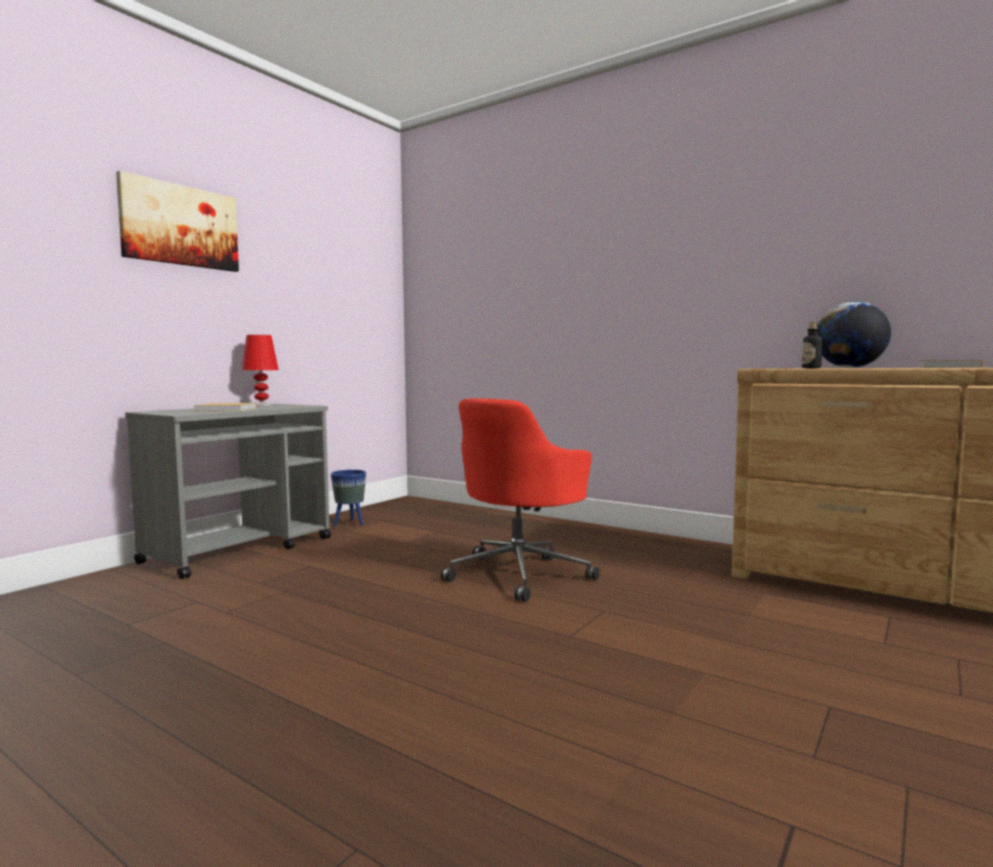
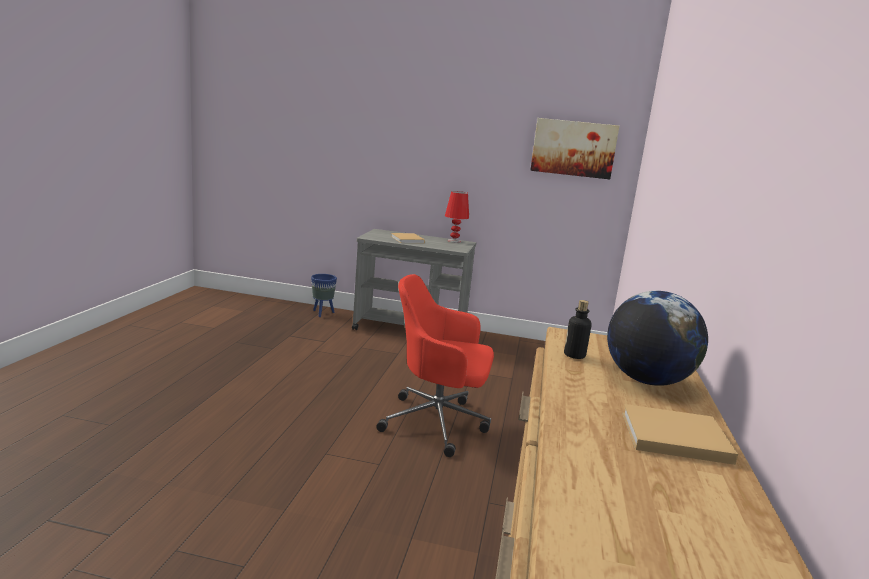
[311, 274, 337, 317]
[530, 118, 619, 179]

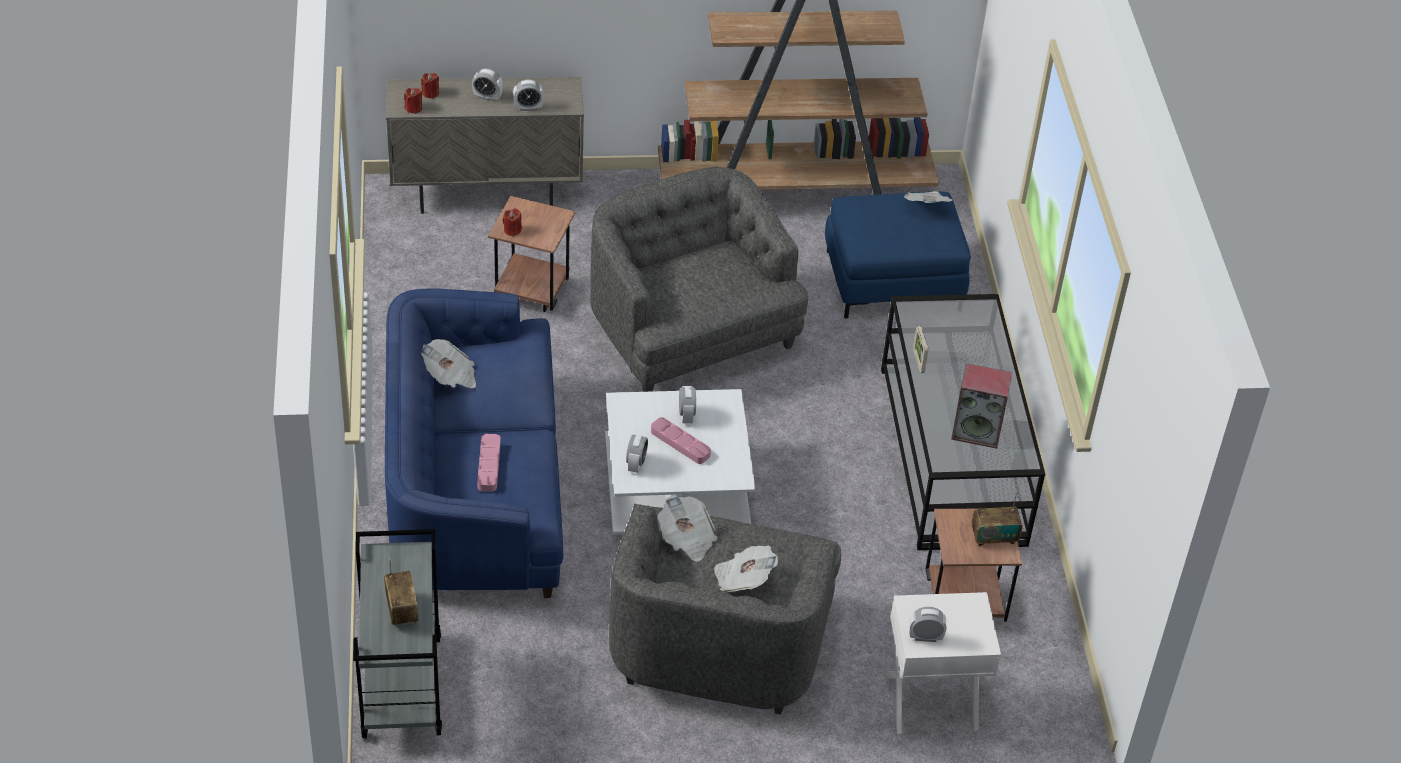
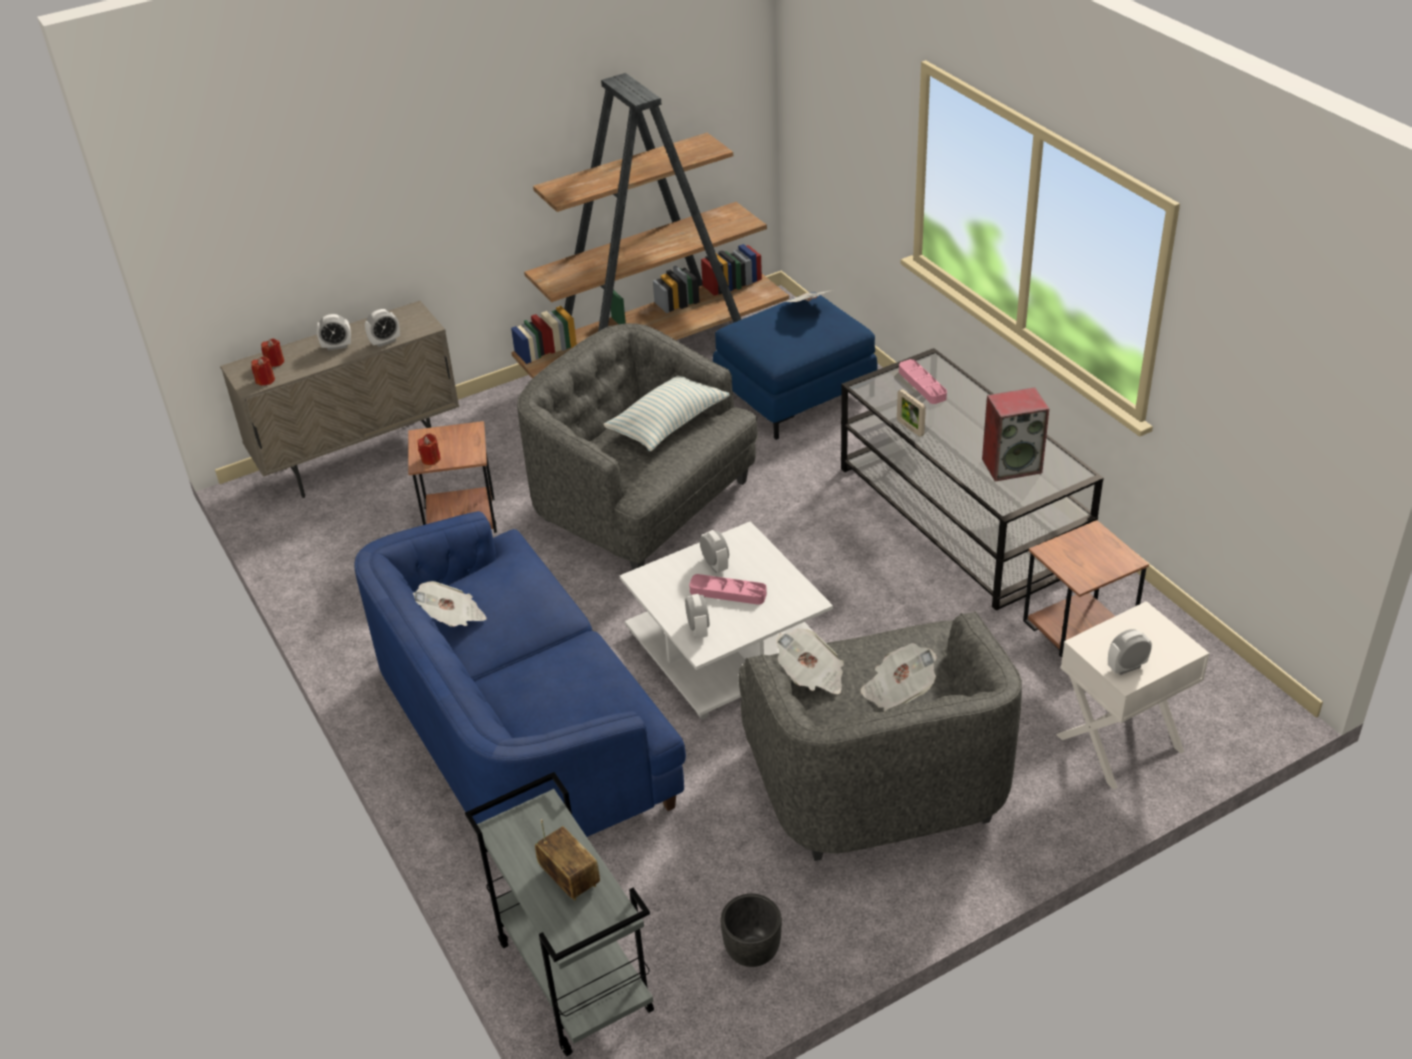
[603, 375, 730, 451]
[721, 894, 782, 967]
[899, 359, 947, 404]
[971, 492, 1022, 546] (first image)

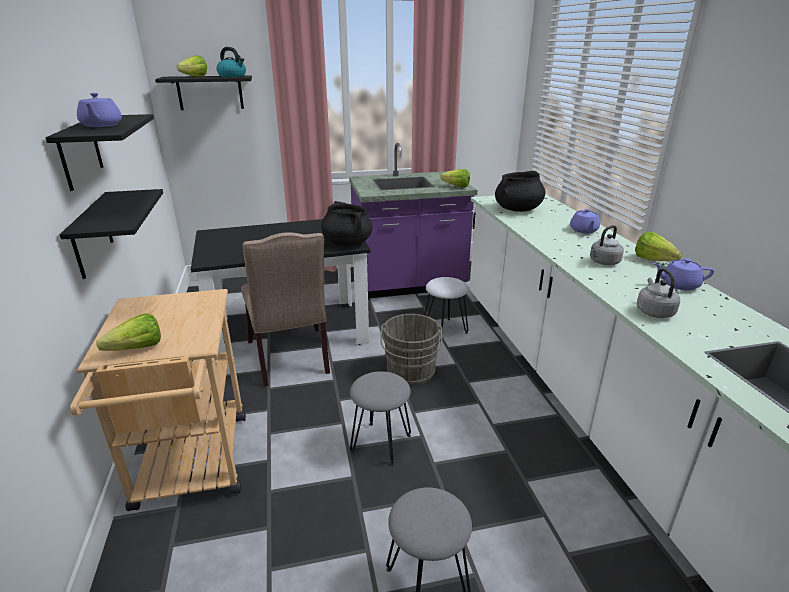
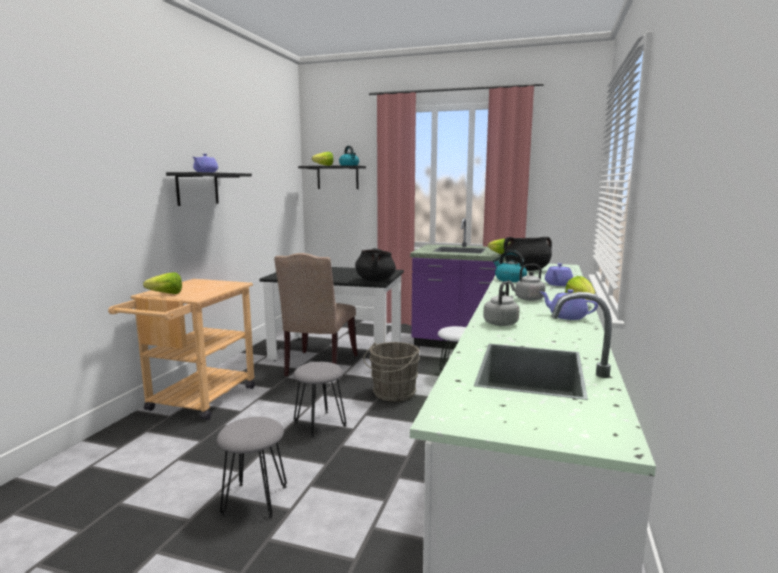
[493, 250, 527, 282]
[60, 189, 163, 279] (first image)

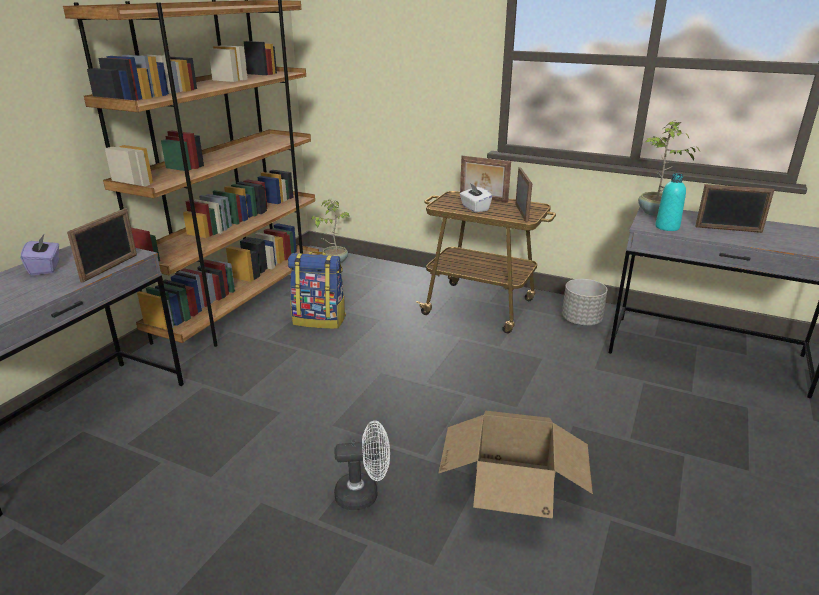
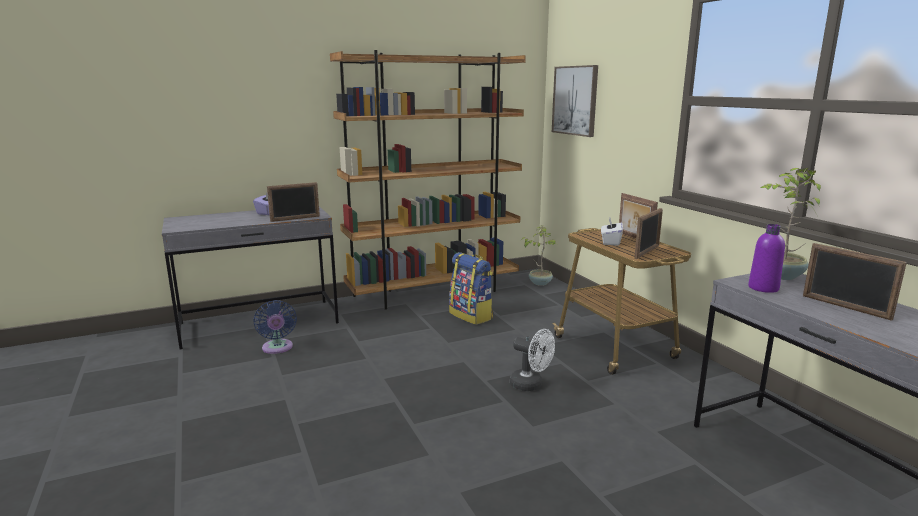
[253, 300, 297, 354]
[510, 329, 555, 391]
[552, 65, 598, 137]
[748, 224, 785, 293]
[438, 411, 593, 519] (first image)
[562, 279, 607, 325] (first image)

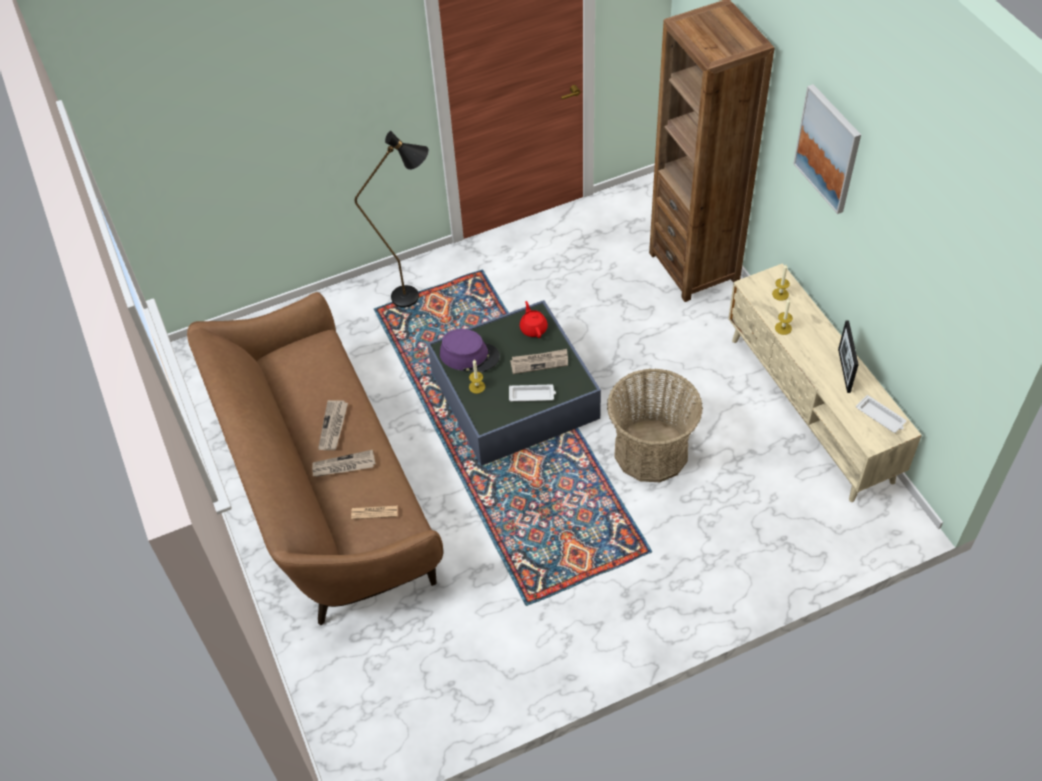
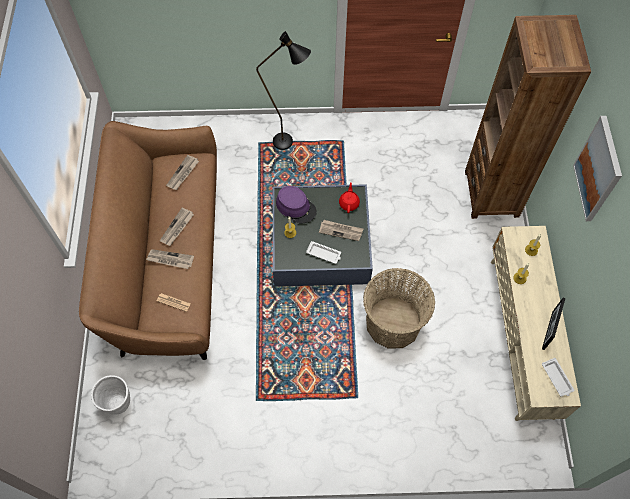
[91, 375, 130, 415]
[166, 155, 199, 190]

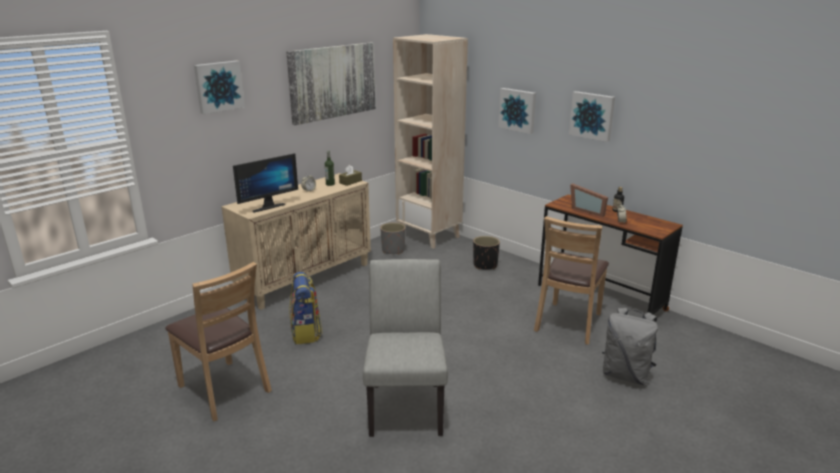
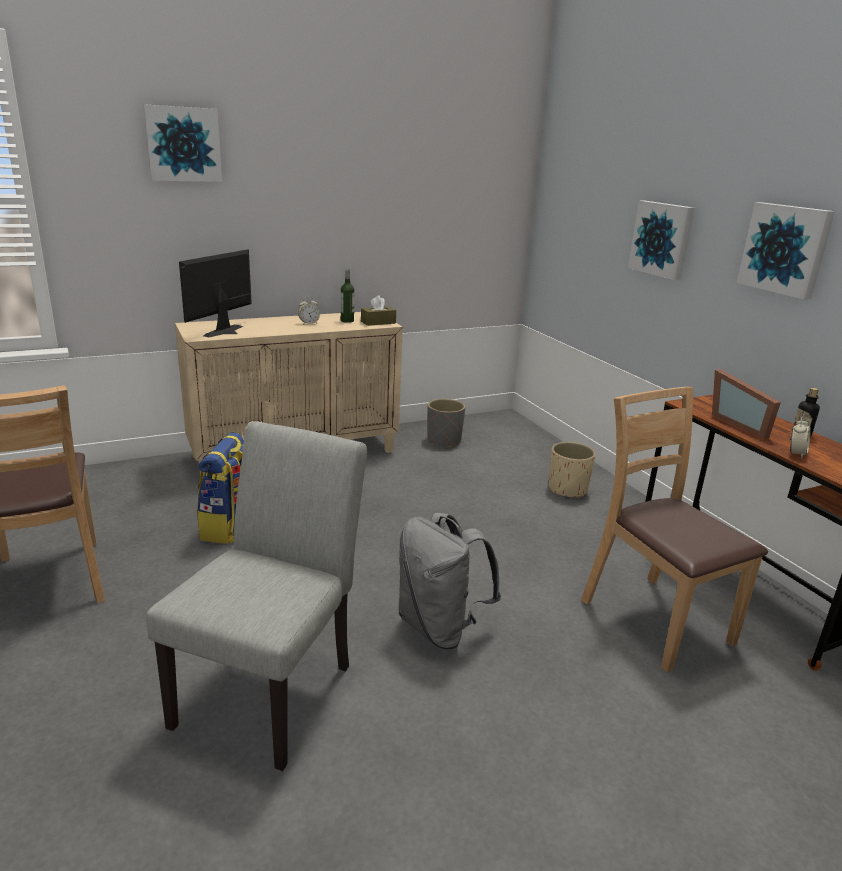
[179, 249, 252, 337]
[399, 513, 501, 649]
[549, 442, 596, 499]
[581, 387, 768, 672]
[286, 42, 376, 125] (first image)
[393, 34, 468, 249] (first image)

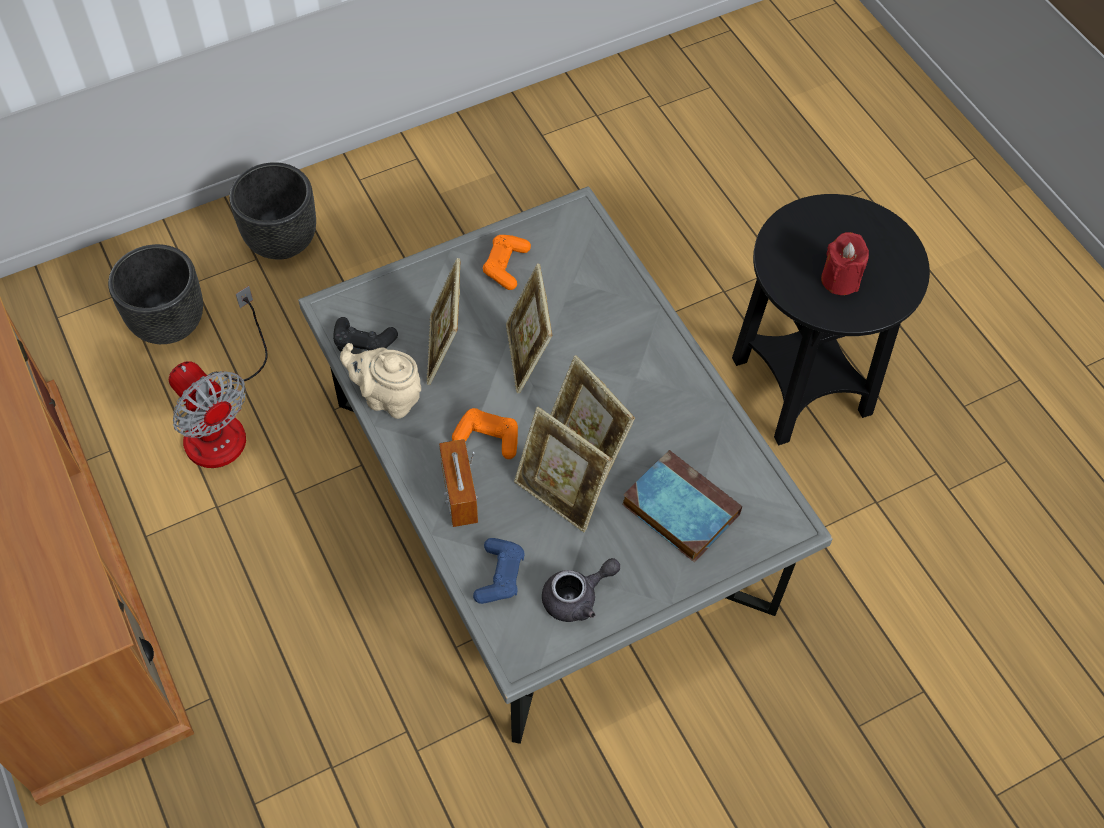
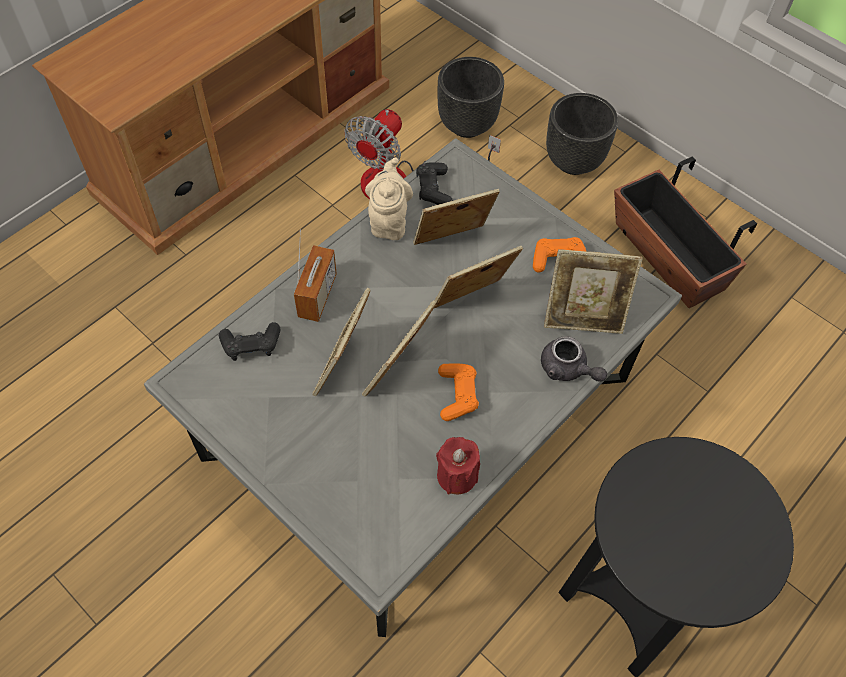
[219, 322, 281, 361]
[294, 230, 337, 322]
[436, 437, 480, 495]
[438, 363, 479, 421]
[541, 336, 607, 382]
[544, 249, 643, 334]
[614, 156, 757, 308]
[622, 450, 742, 562] (first image)

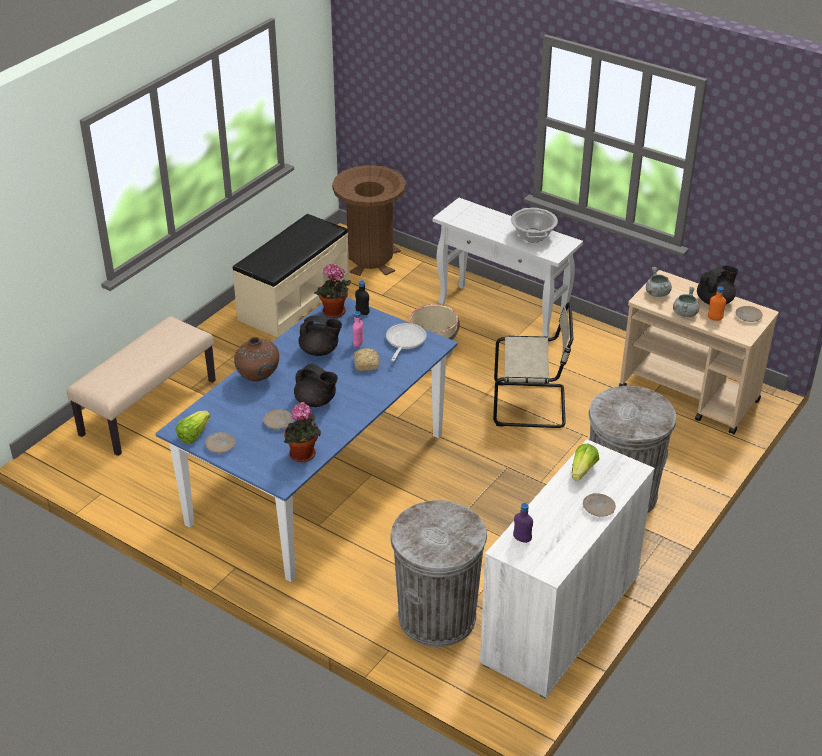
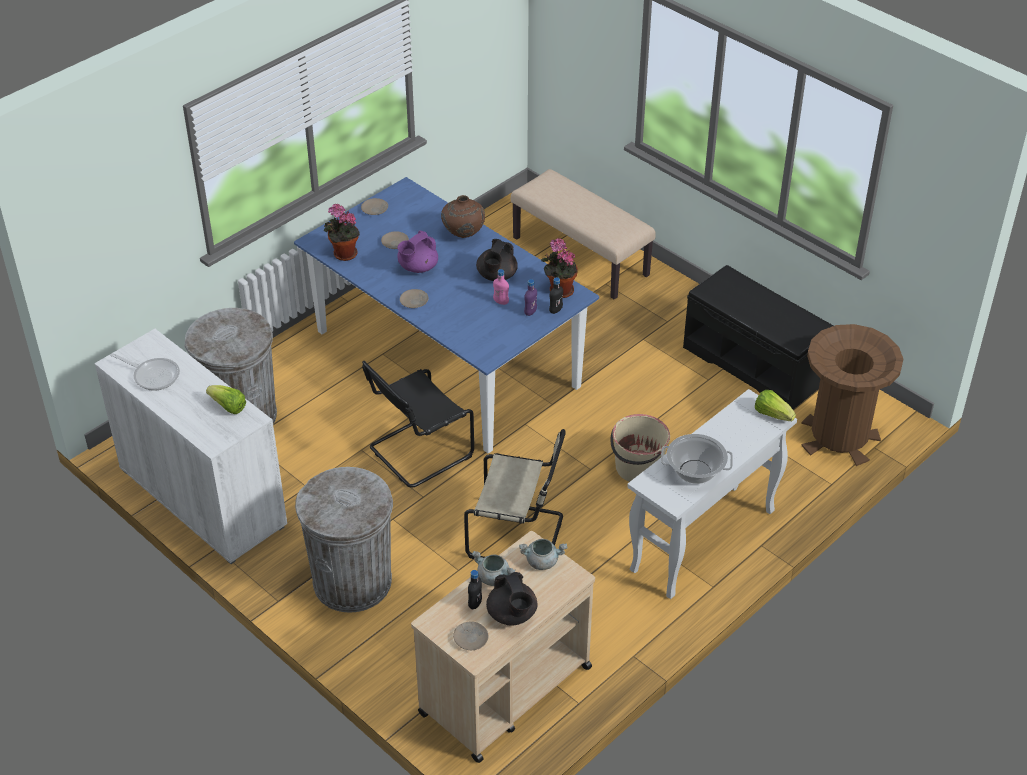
[110, 353, 180, 391]
[362, 361, 474, 488]
[397, 231, 438, 273]
[400, 289, 429, 308]
[464, 429, 566, 559]
[468, 570, 482, 609]
[524, 279, 537, 316]
[683, 265, 834, 410]
[755, 390, 796, 421]
[354, 348, 379, 371] (first image)

